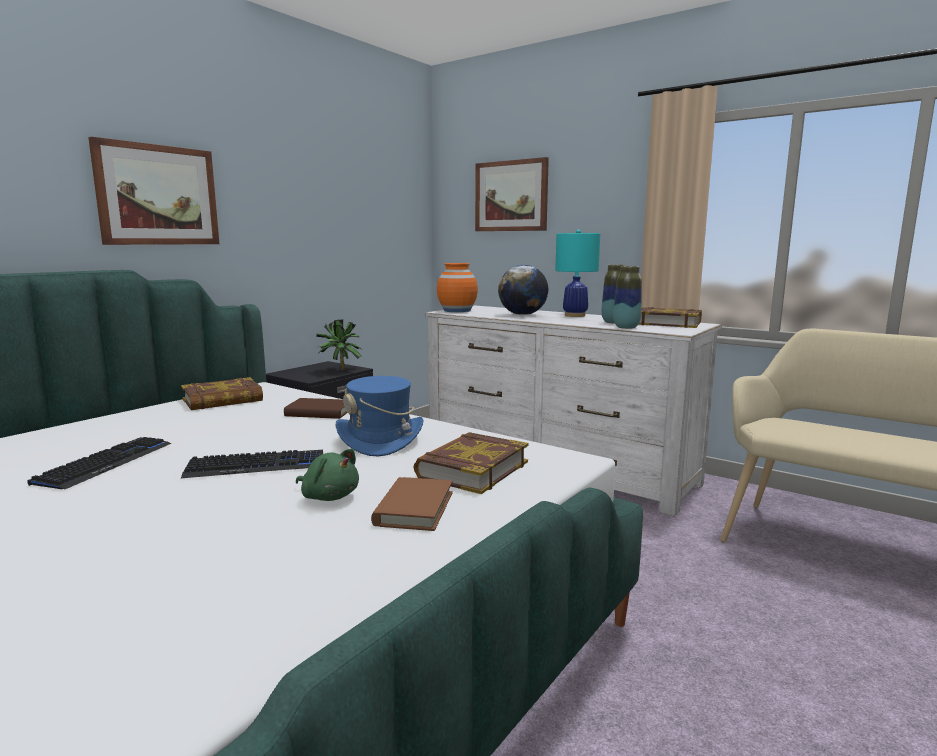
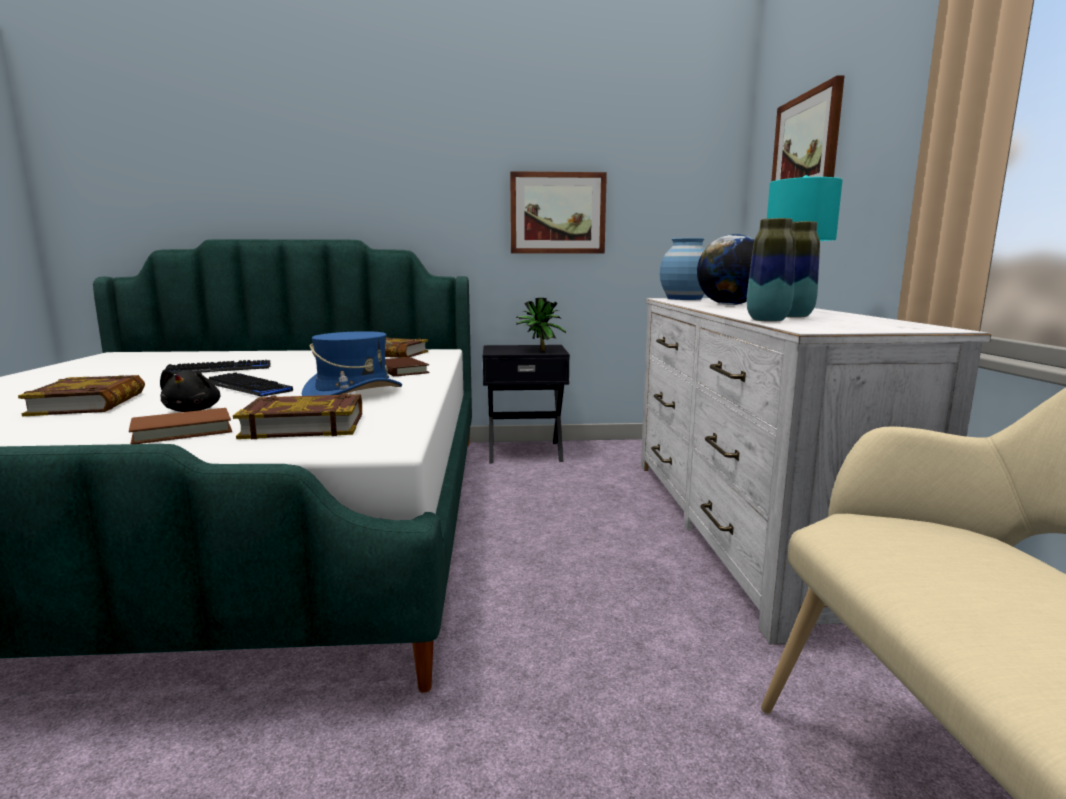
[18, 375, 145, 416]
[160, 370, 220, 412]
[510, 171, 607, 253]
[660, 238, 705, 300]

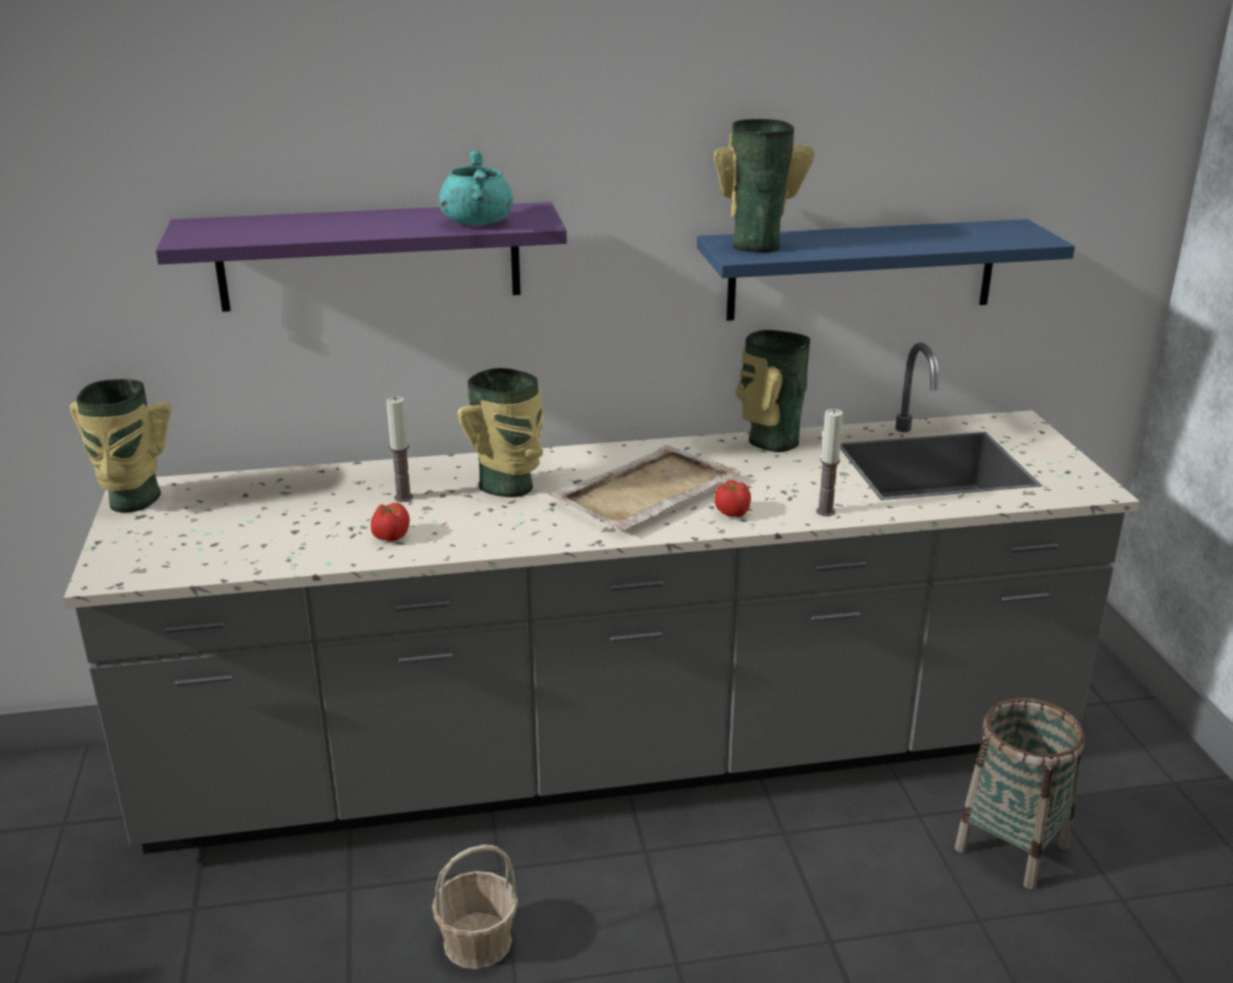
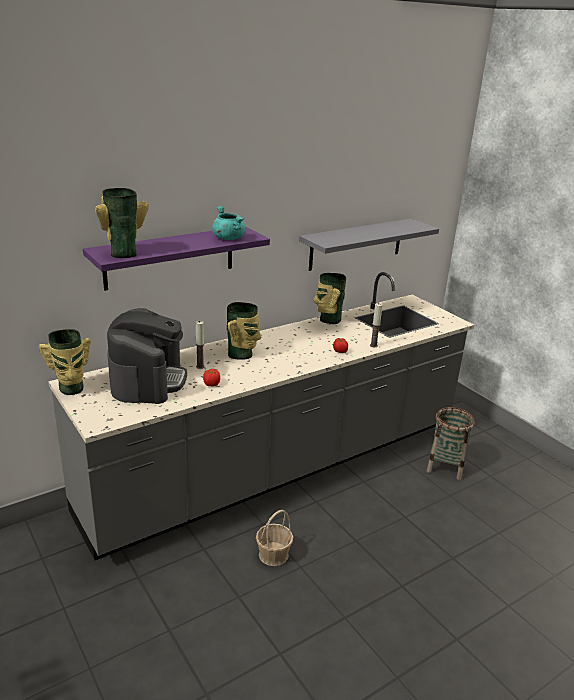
[95, 188, 149, 258]
[107, 308, 187, 404]
[299, 219, 439, 271]
[548, 445, 742, 530] (first image)

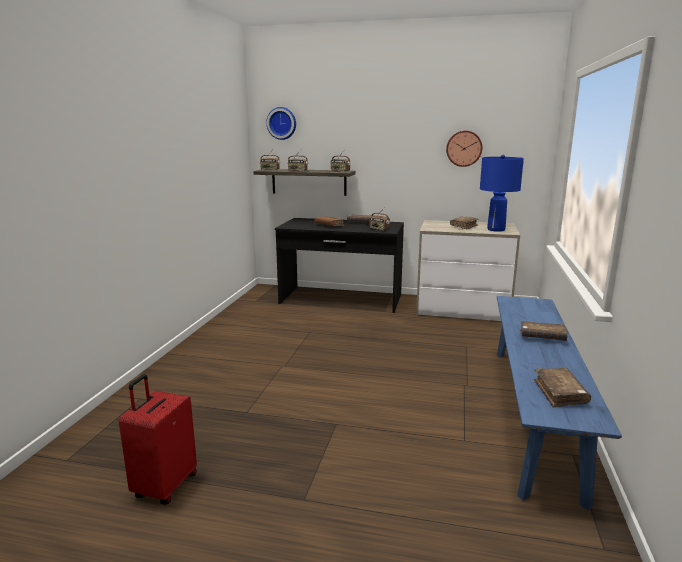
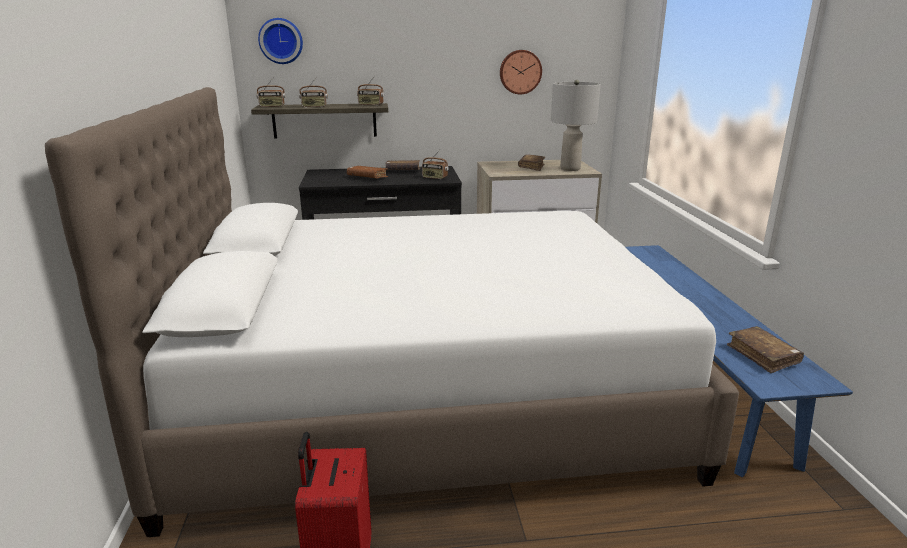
[45, 87, 739, 537]
[551, 80, 601, 171]
[520, 321, 568, 341] (first image)

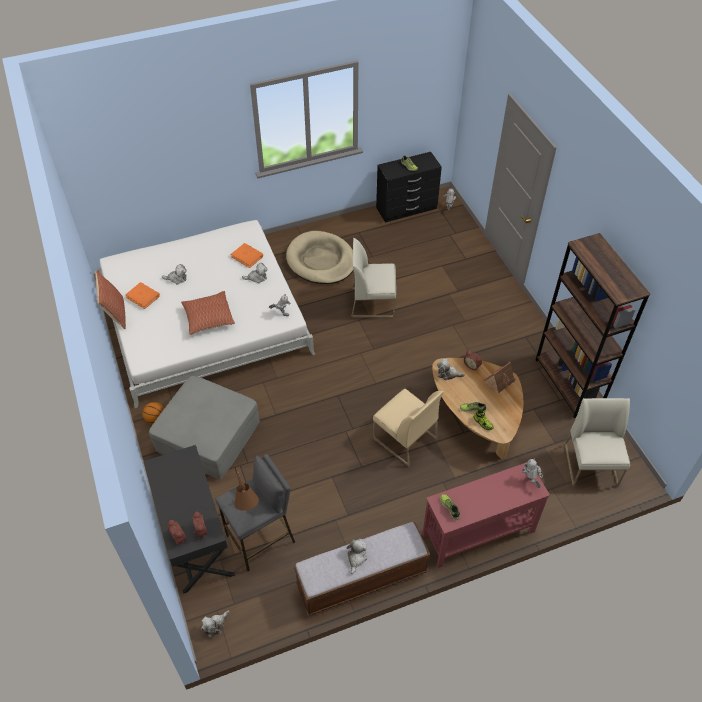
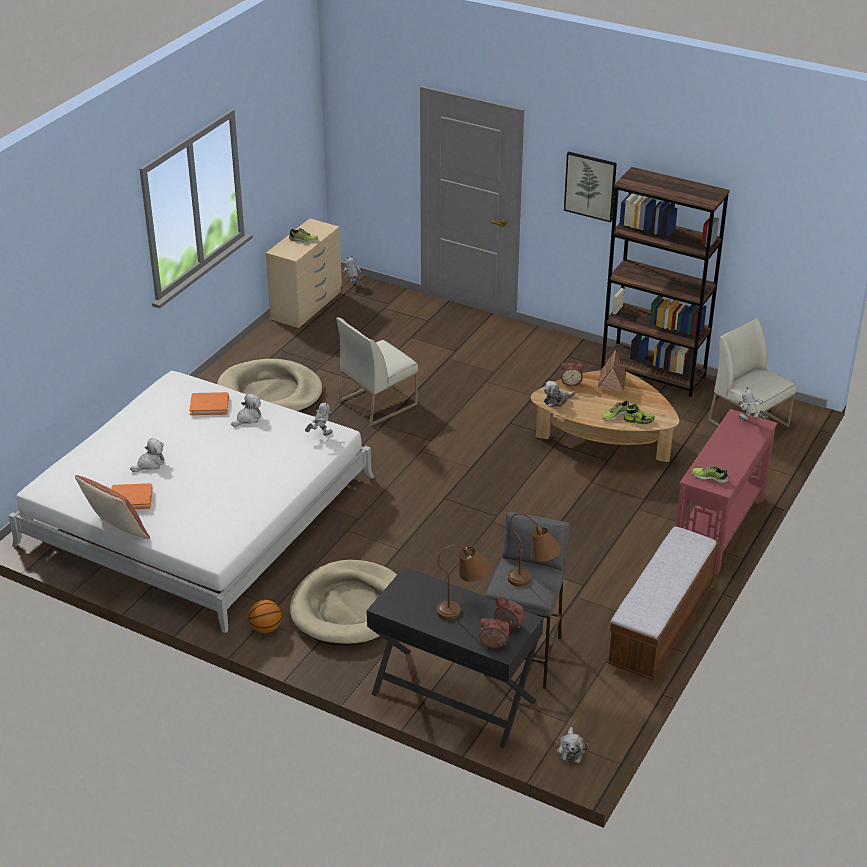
[266, 219, 342, 328]
[290, 560, 397, 646]
[437, 545, 490, 620]
[564, 152, 617, 222]
[181, 291, 235, 335] (first image)
[347, 538, 367, 574] (first image)
[373, 389, 444, 467] (first image)

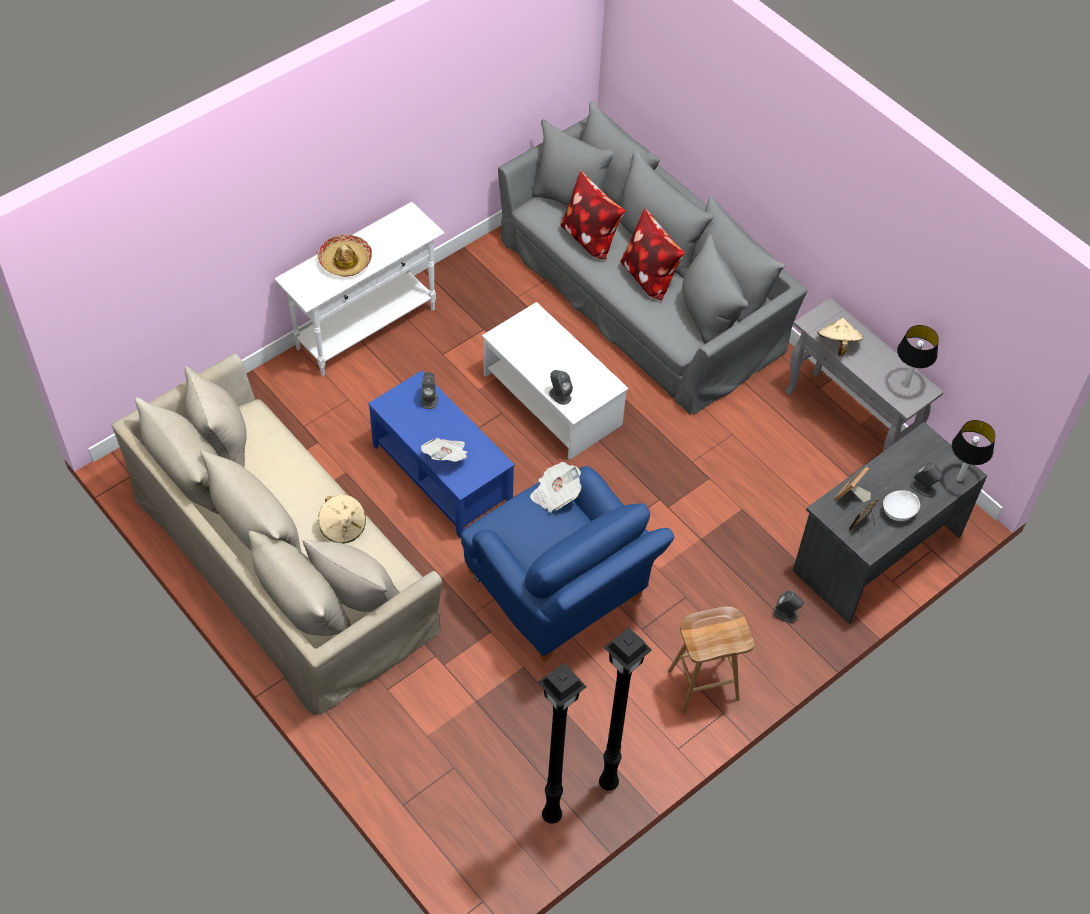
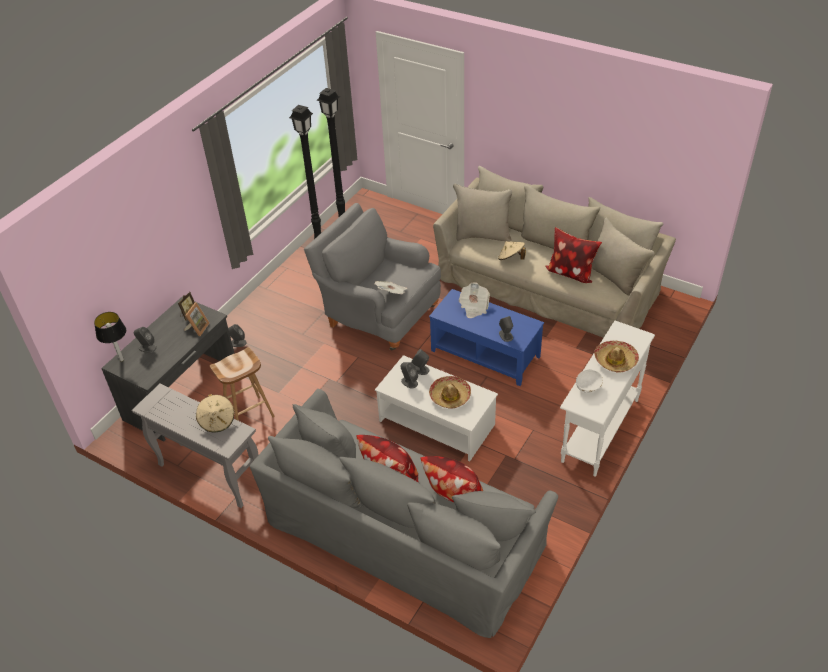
[210, 347, 275, 421]
[304, 203, 441, 350]
[401, 362, 418, 389]
[429, 376, 471, 409]
[546, 227, 602, 283]
[576, 370, 603, 393]
[897, 325, 939, 387] (first image)

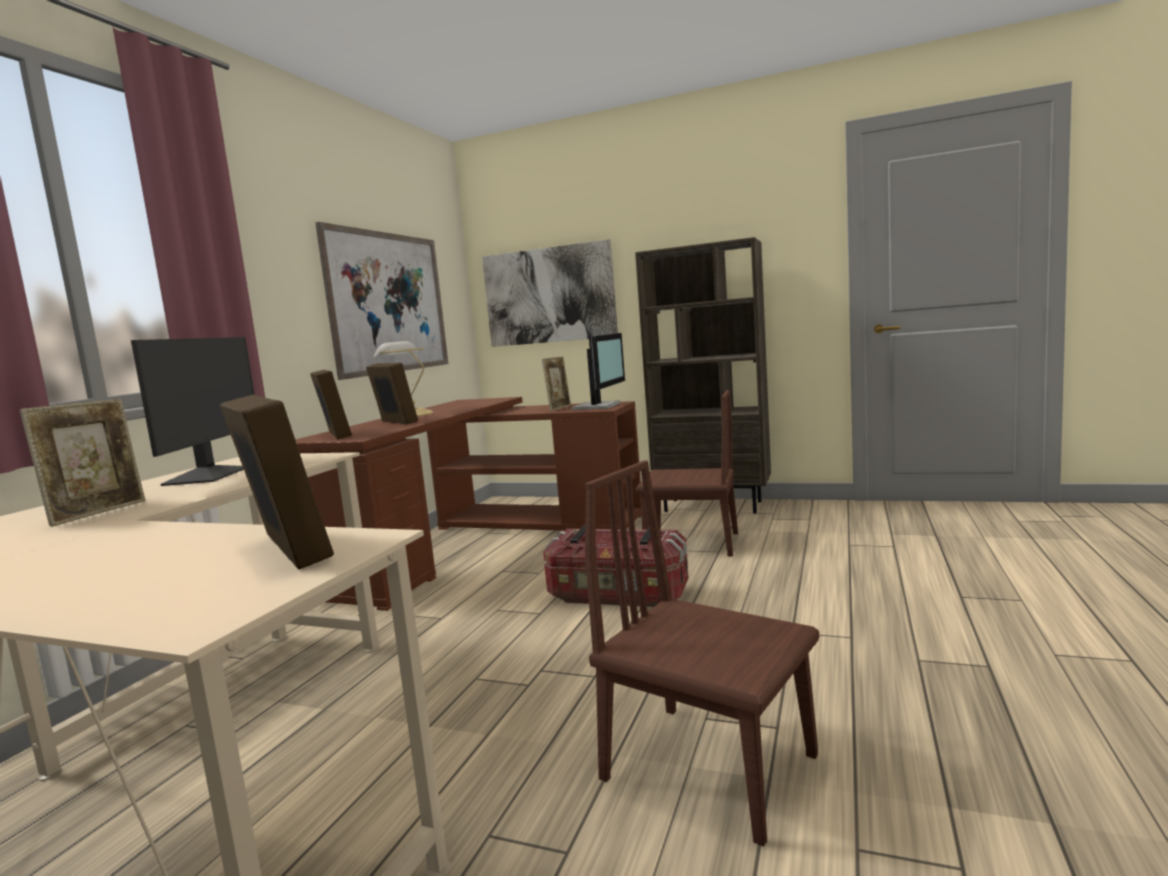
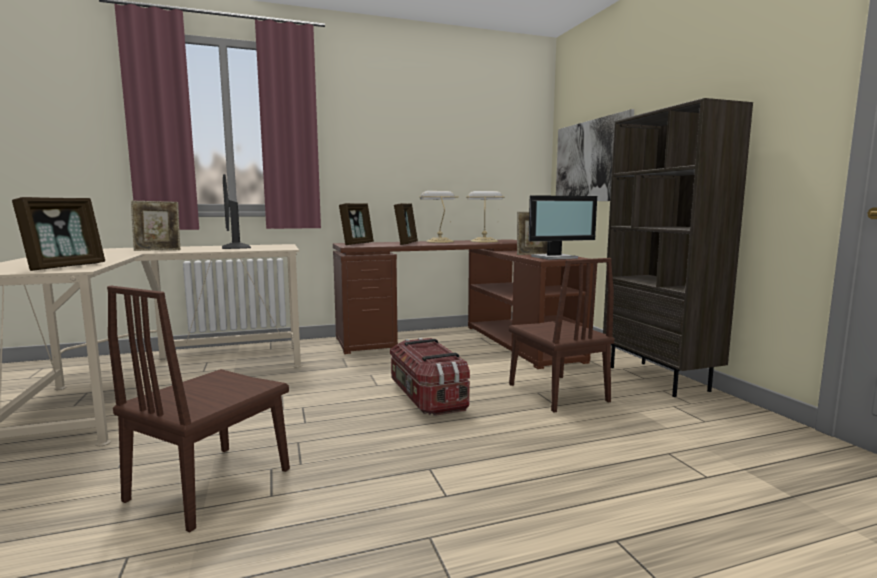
[107, 286, 290, 532]
[222, 174, 251, 249]
[466, 191, 504, 242]
[315, 222, 448, 380] (first image)

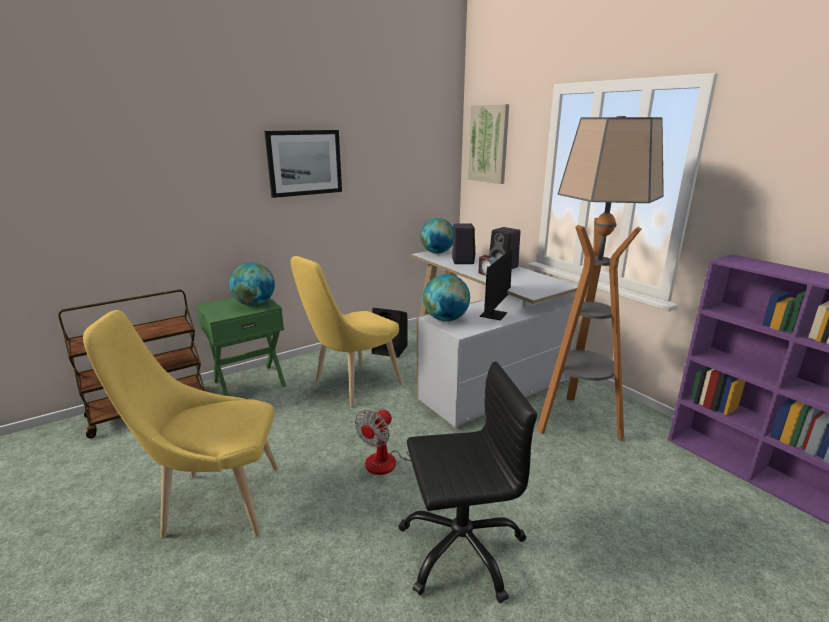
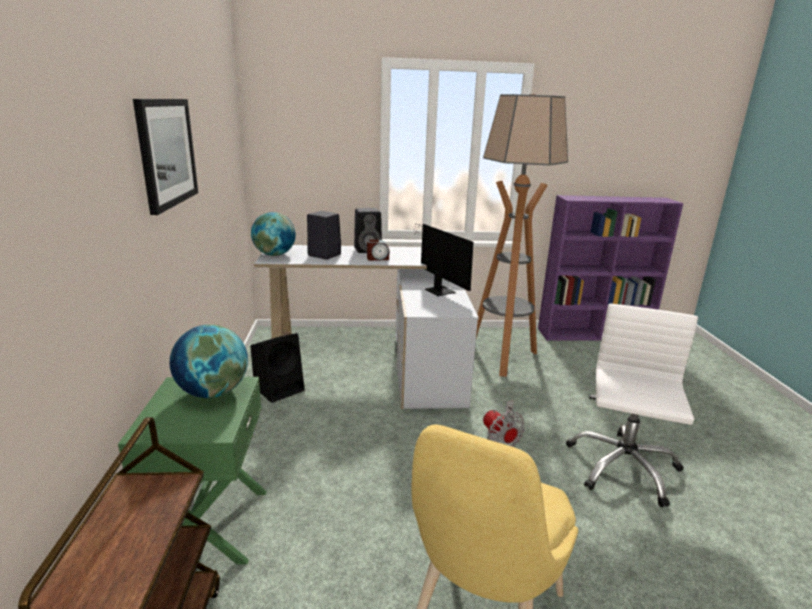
[566, 304, 698, 507]
[291, 256, 402, 407] (first image)
[423, 274, 470, 321] (first image)
[468, 104, 509, 184] (first image)

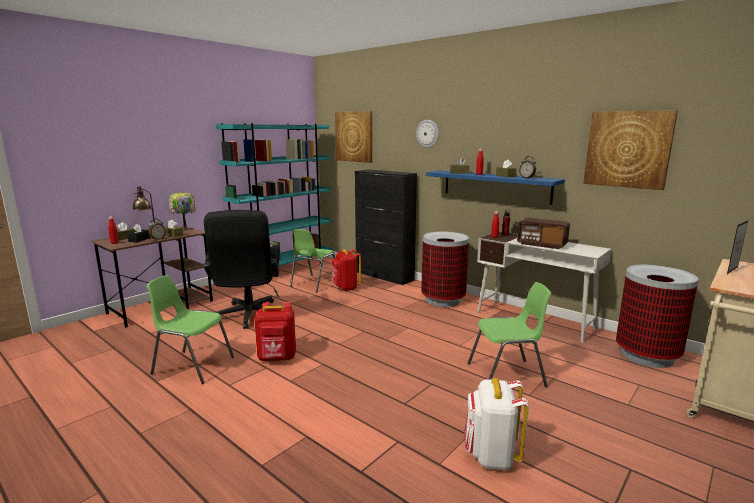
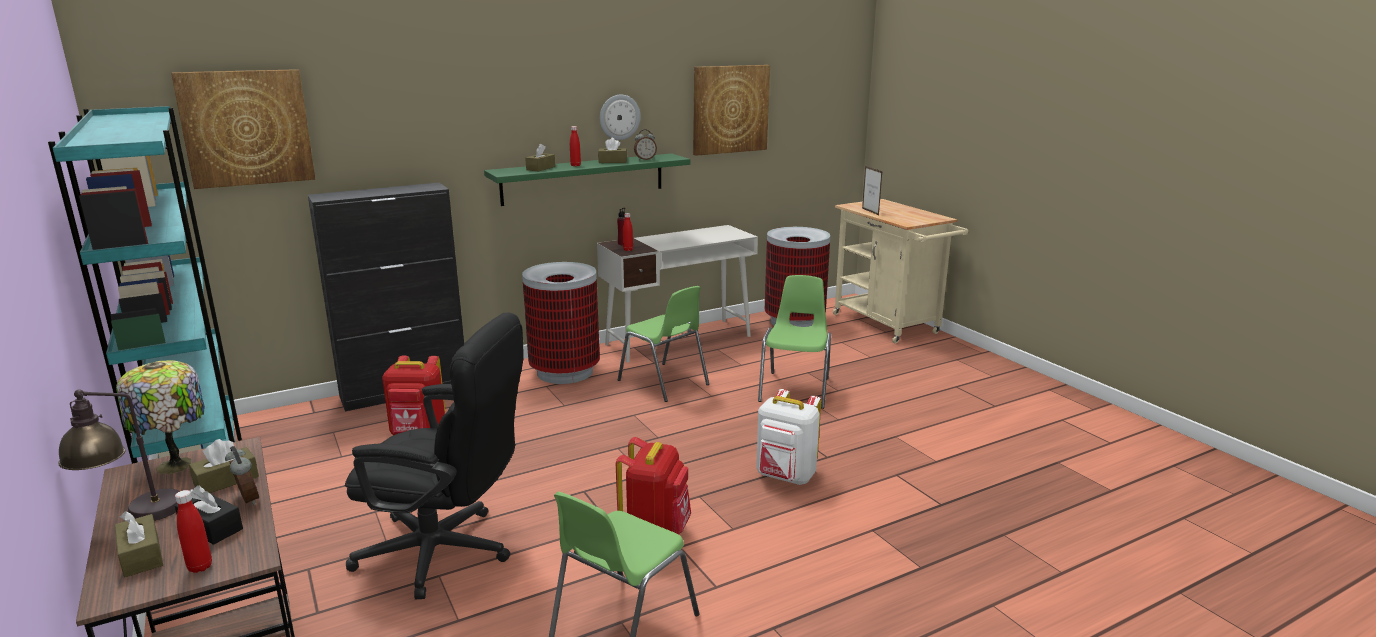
[484, 153, 690, 206]
[600, 94, 641, 140]
[618, 286, 709, 402]
[756, 389, 821, 485]
[517, 218, 570, 249] (first image)

